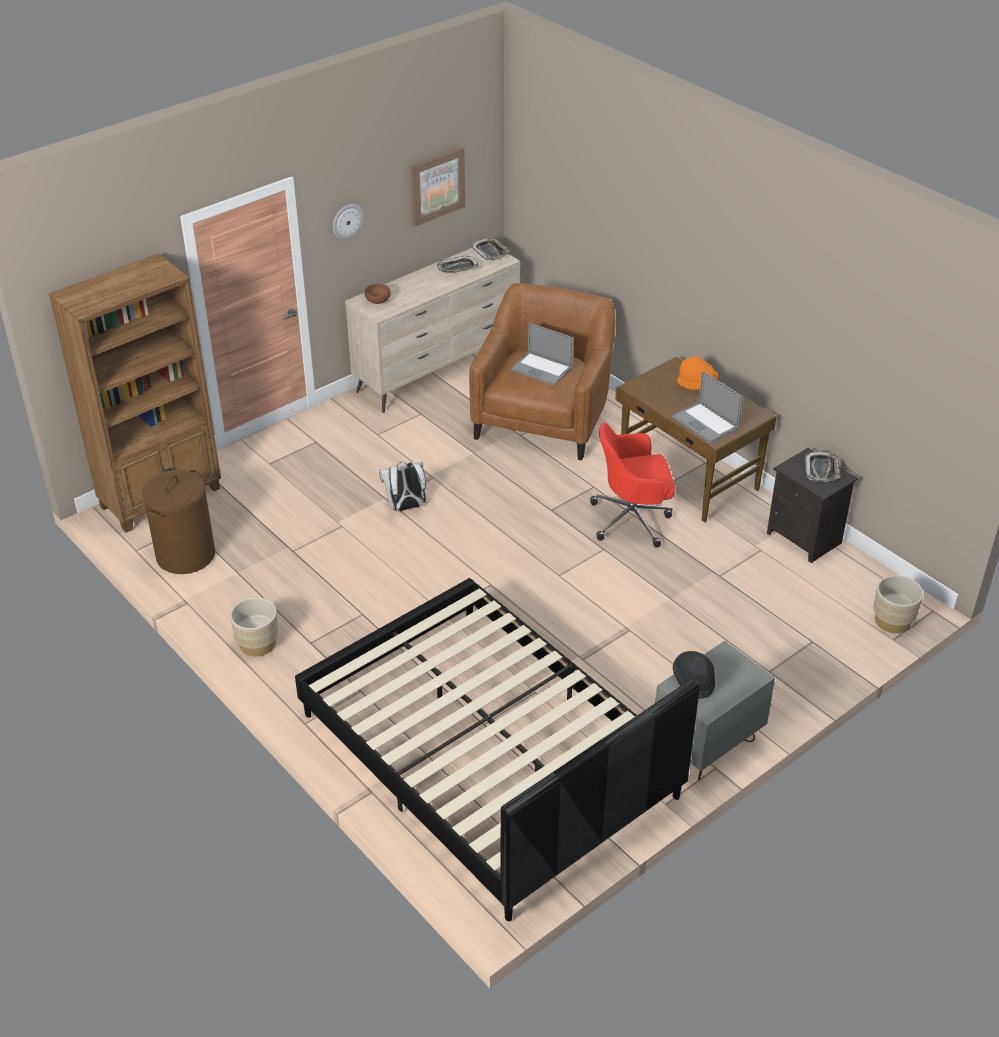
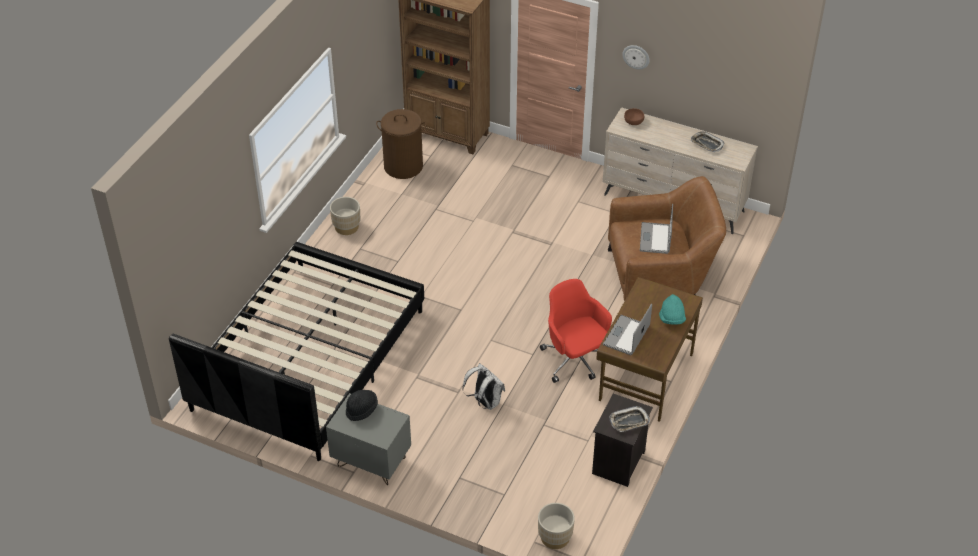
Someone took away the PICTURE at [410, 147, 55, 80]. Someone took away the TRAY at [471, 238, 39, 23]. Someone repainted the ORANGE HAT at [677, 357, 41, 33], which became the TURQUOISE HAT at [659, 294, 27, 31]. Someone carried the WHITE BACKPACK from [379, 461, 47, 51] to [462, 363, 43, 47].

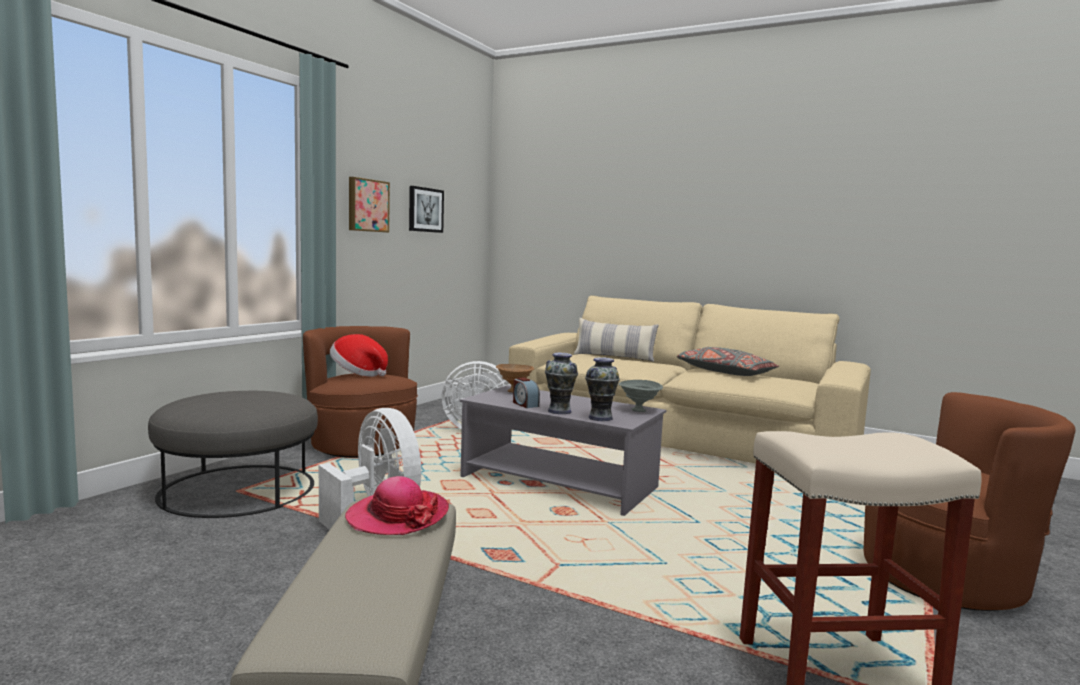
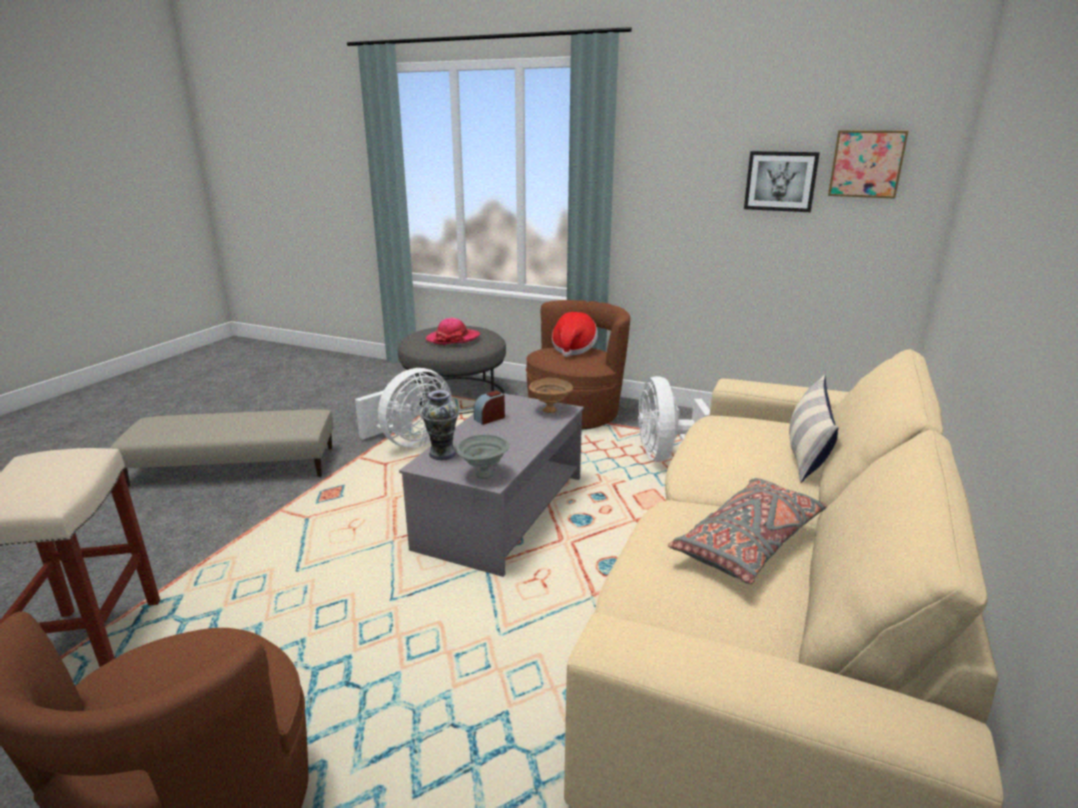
Someone carried the PICTURE from [349, 177, 41, 56] to [828, 130, 80, 69]. Someone took away the VASE at [545, 353, 33, 61]. Someone carried the HAT from [345, 476, 104, 59] to [426, 318, 54, 27].

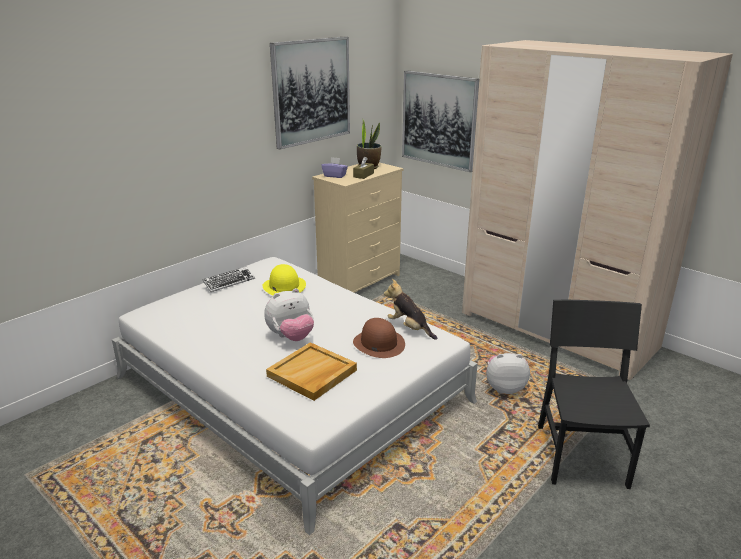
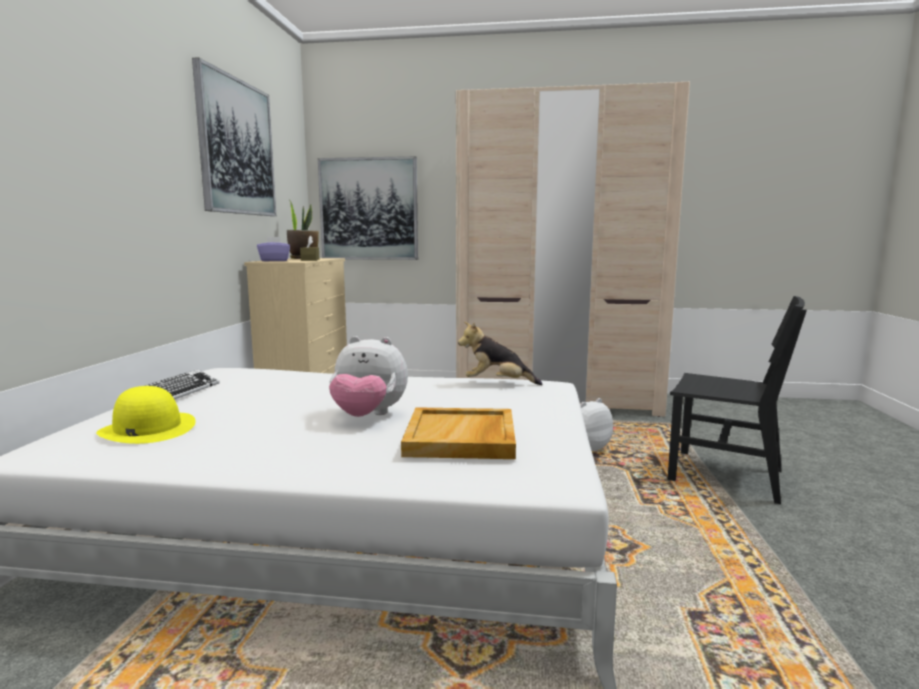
Someone carried the YELLOW HAT from [262, 264, 44, 31] to [96, 386, 100, 58]. Someone rotated the PLUSH TOY at [264, 288, 50, 53] by 75 degrees clockwise. Someone rotated the BLACK CHAIR at [538, 300, 112, 189] by 150 degrees clockwise. Someone took away the BROWN HAT at [353, 318, 52, 40].

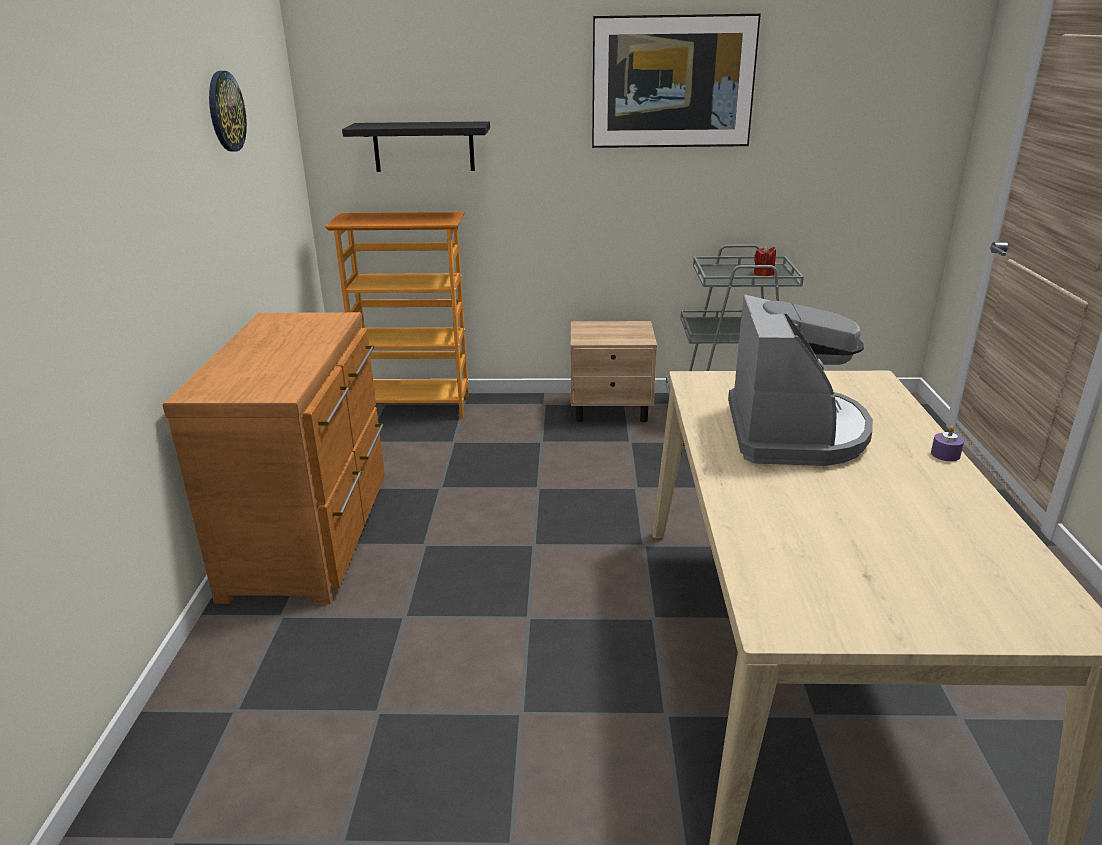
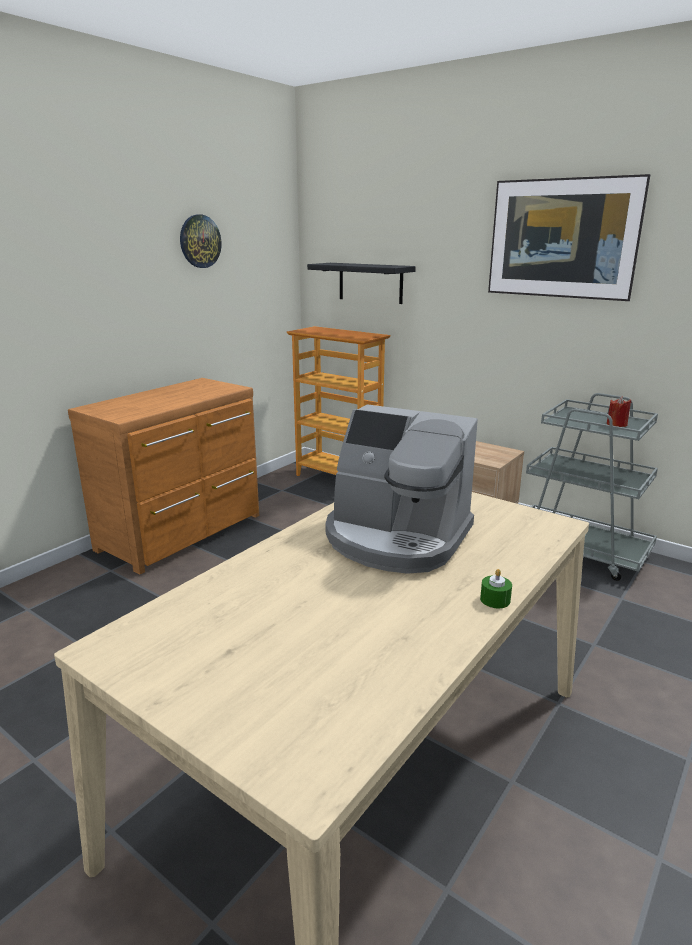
Someone rotated the COFFEE MACHINE at [728, 295, 145, 171] by 75 degrees clockwise. Someone repainted the PURPLE CANDLE at [931, 426, 33, 35], which became the GREEN CANDLE at [480, 569, 32, 39].

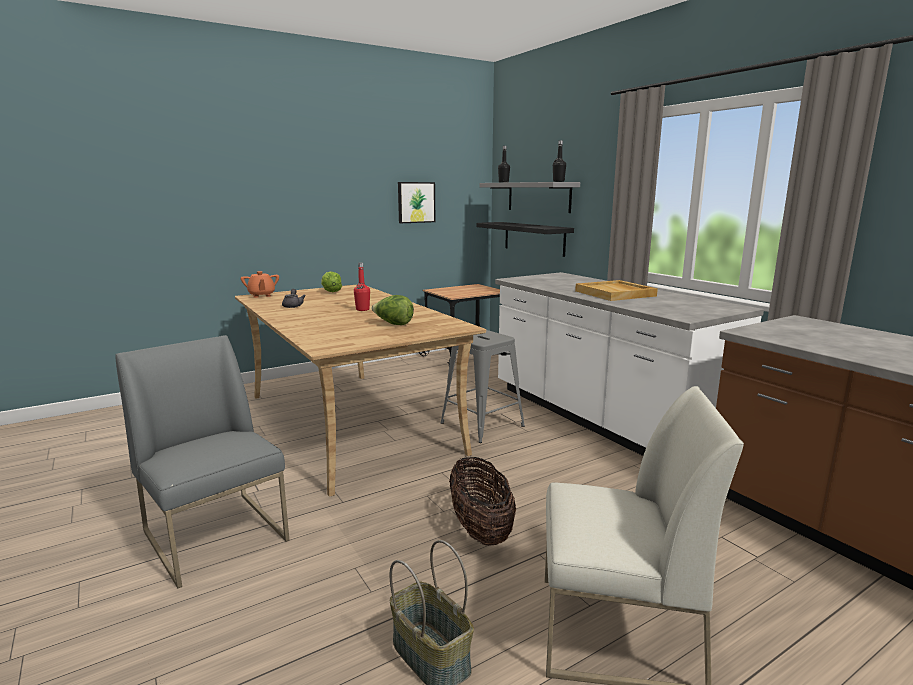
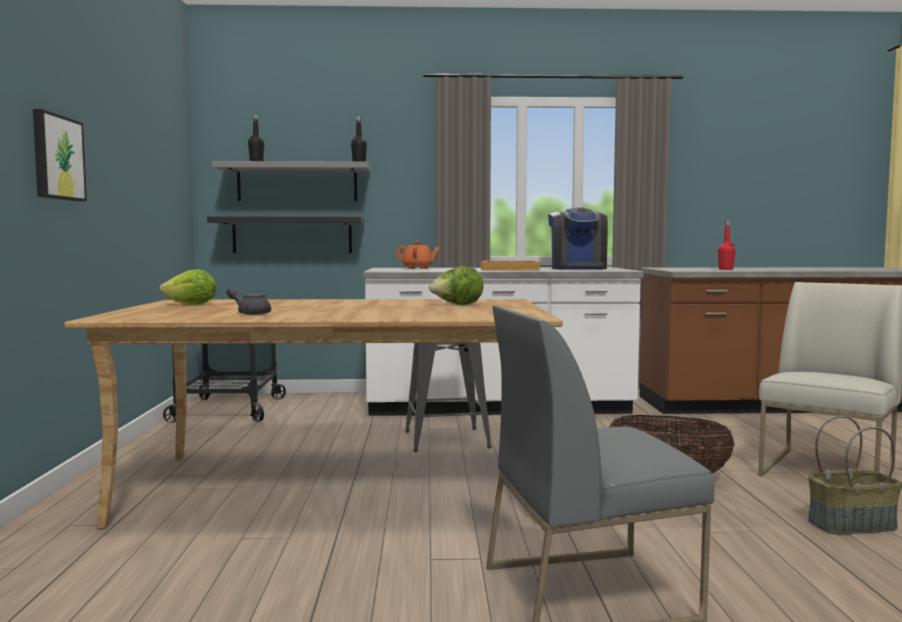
Someone carried the PICTURE from [398, 182, 37, 41] to [33, 109, 54, 92]. Someone carried the RED BOTTLE from [354, 262, 16, 49] to [718, 221, 18, 49]. Someone carried the ORANGE TEAPOT from [241, 271, 38, 27] to [396, 241, 44, 28]. Someone put down the COFFEE MACHINE at [548, 207, 60, 62].

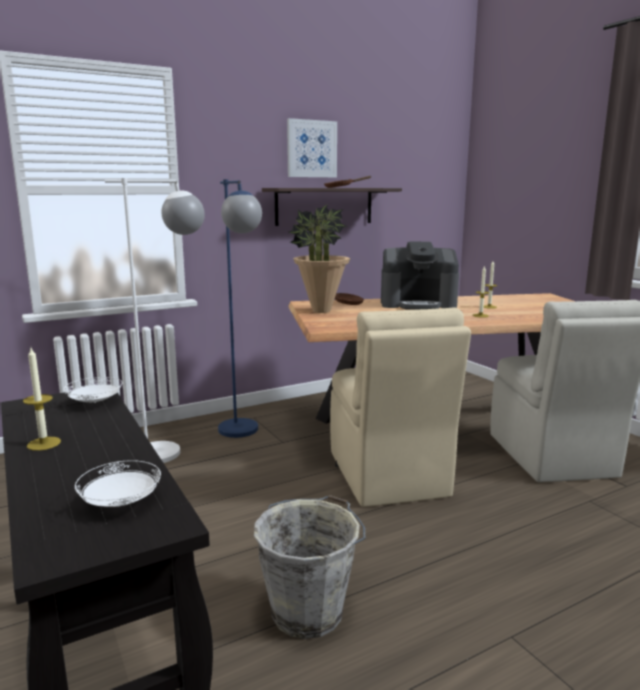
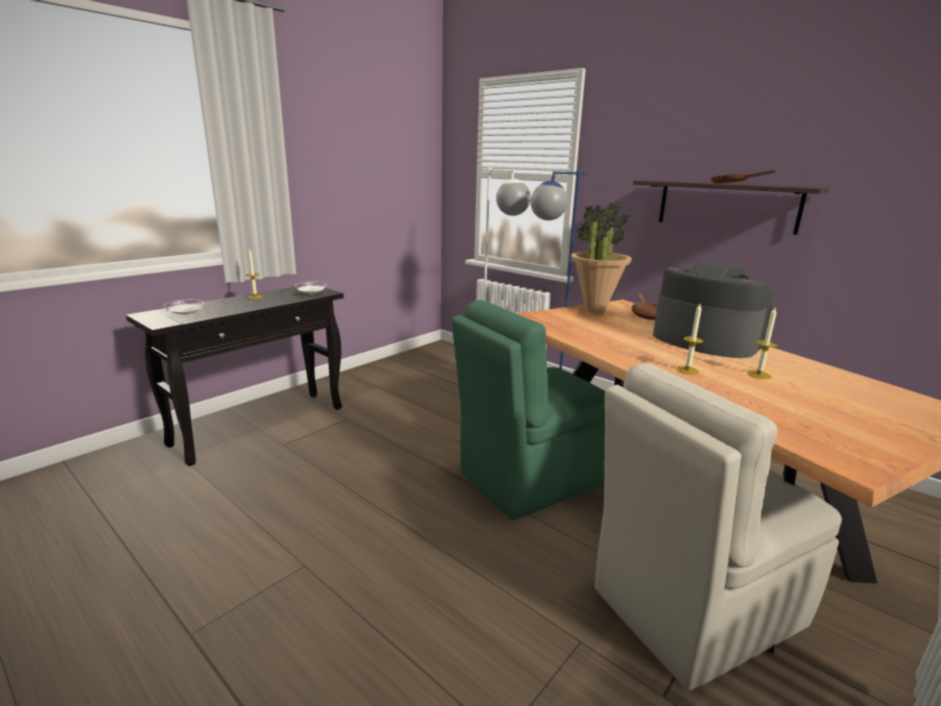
Someone took away the PICTURE at [287, 118, 50, 60]. Someone rotated the COFFEE MACHINE at [381, 242, 78, 68] by 150 degrees clockwise. Someone repainted the BEIGE CHAIR at [330, 308, 141, 199], which became the GREEN CHAIR at [451, 300, 154, 220]. Someone took away the GREY BUCKET at [254, 495, 111, 144].

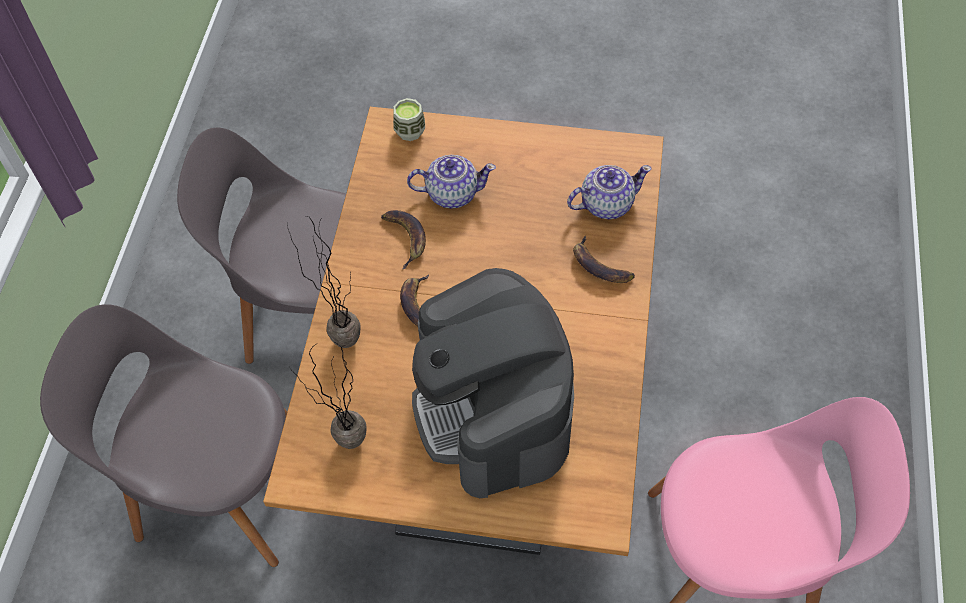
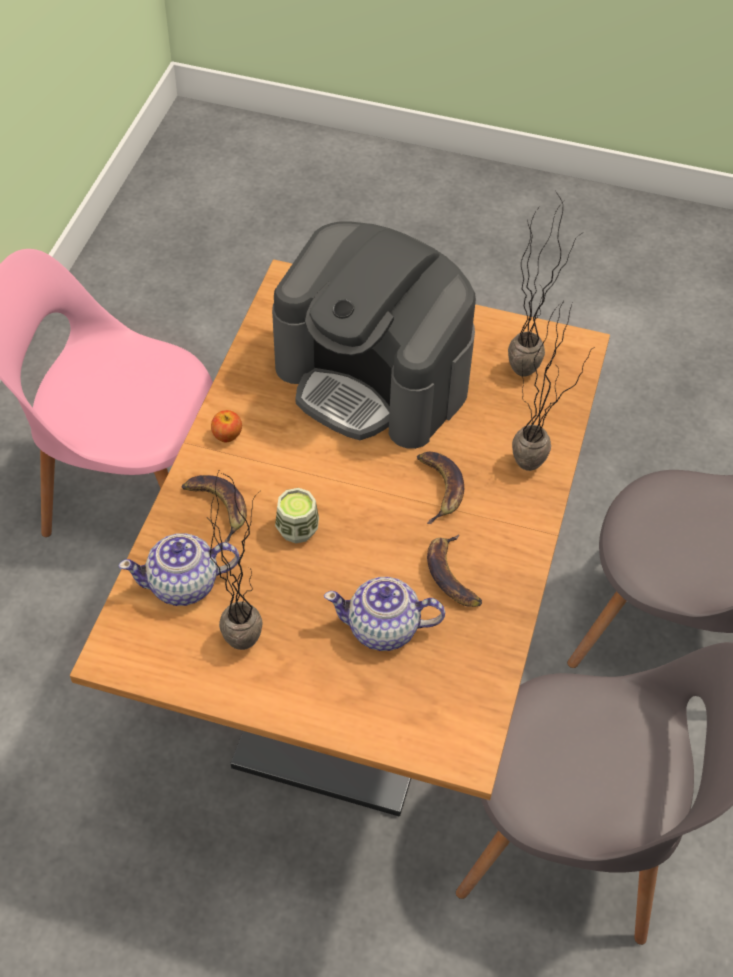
Someone carried the CUP from [393, 98, 32, 43] to [275, 488, 44, 55]. Someone rotated the COFFEE MACHINE at [412, 268, 162, 230] by 135 degrees clockwise. Someone put down the APPLE at [211, 410, 31, 32]. Someone put down the POTTED PLANT at [208, 469, 55, 181].

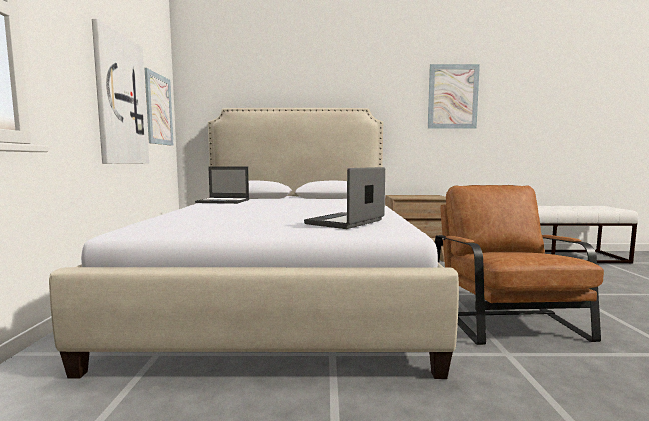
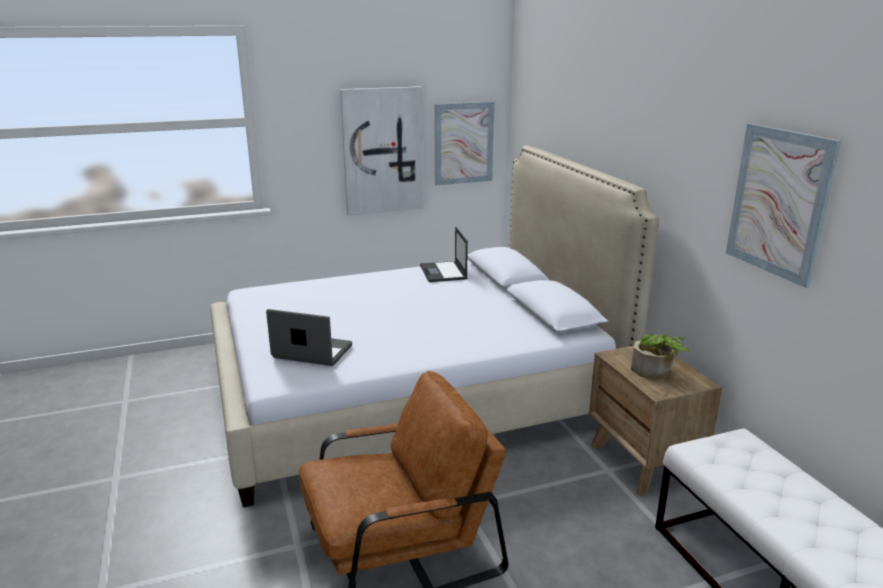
Someone put down the POTTED PLANT at [631, 334, 59, 45].

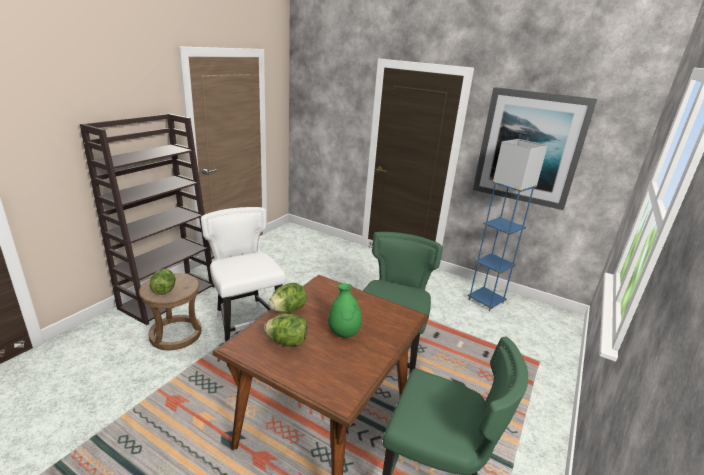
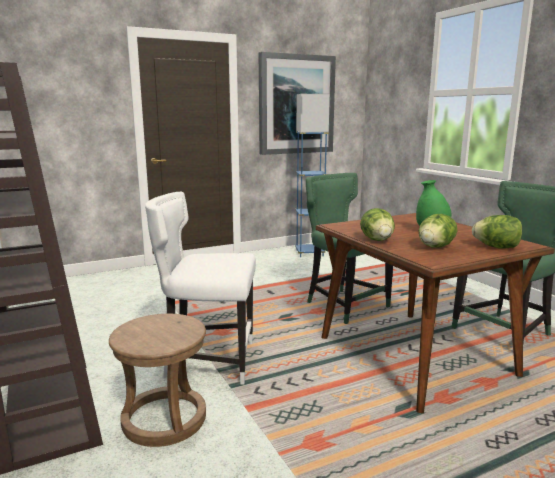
Someone carried the LETTUCE from [150, 269, 26, 26] to [472, 215, 50, 34].

